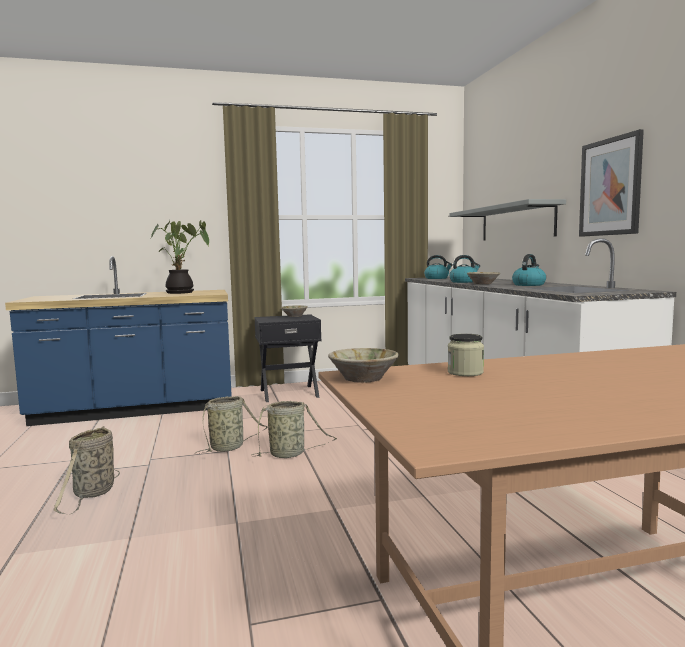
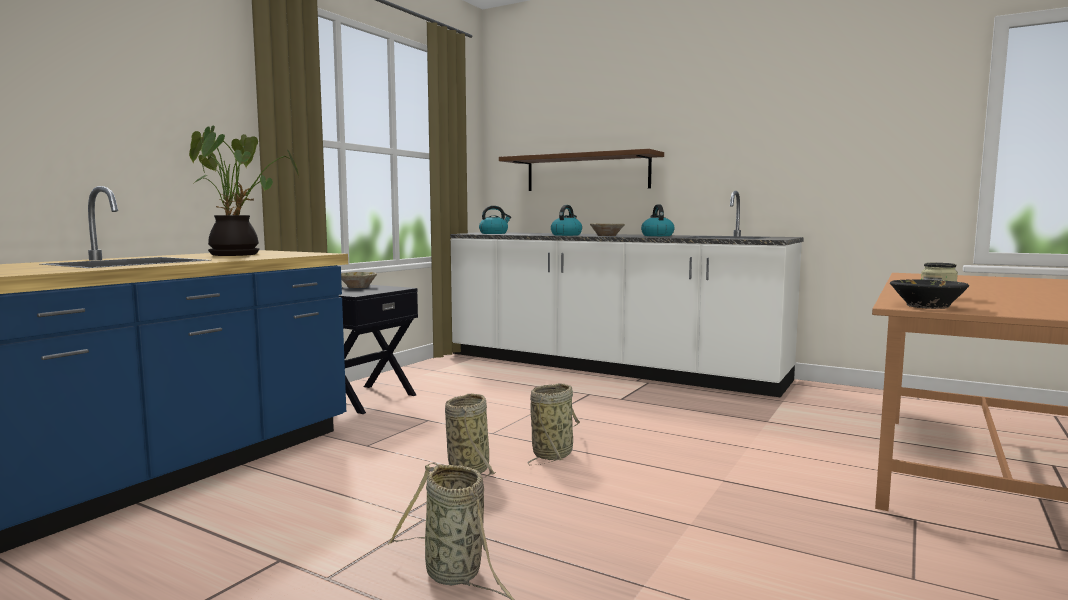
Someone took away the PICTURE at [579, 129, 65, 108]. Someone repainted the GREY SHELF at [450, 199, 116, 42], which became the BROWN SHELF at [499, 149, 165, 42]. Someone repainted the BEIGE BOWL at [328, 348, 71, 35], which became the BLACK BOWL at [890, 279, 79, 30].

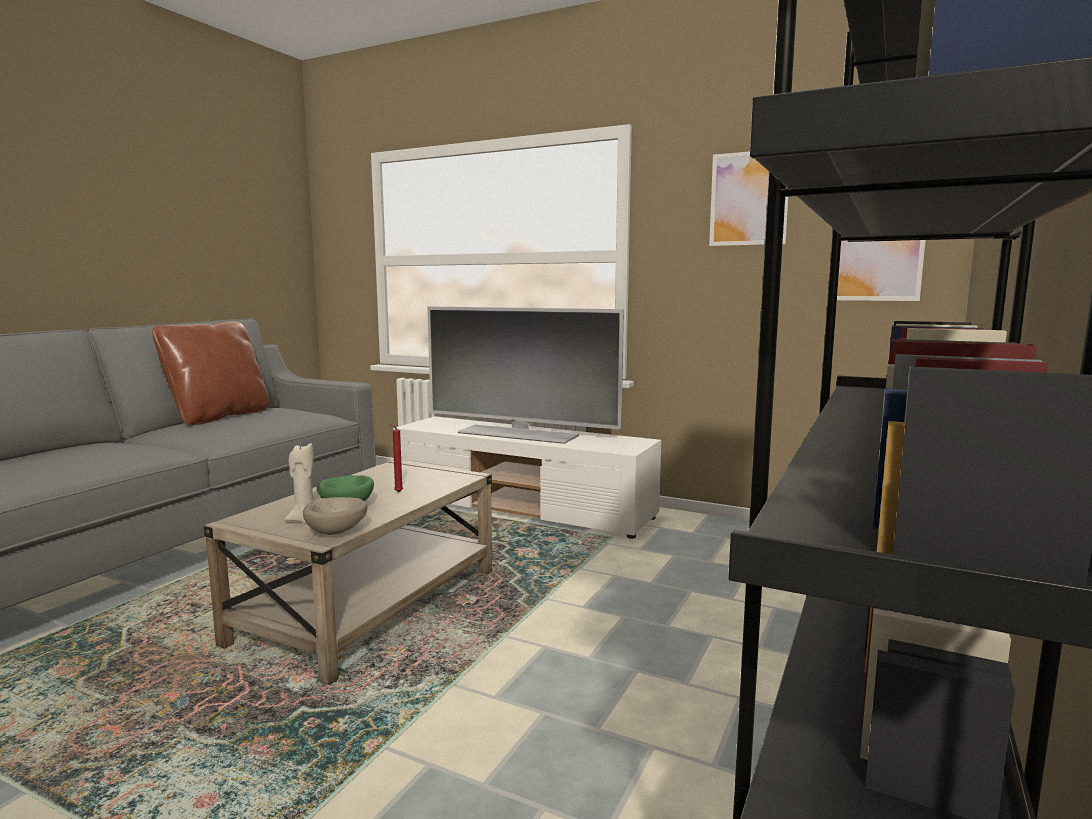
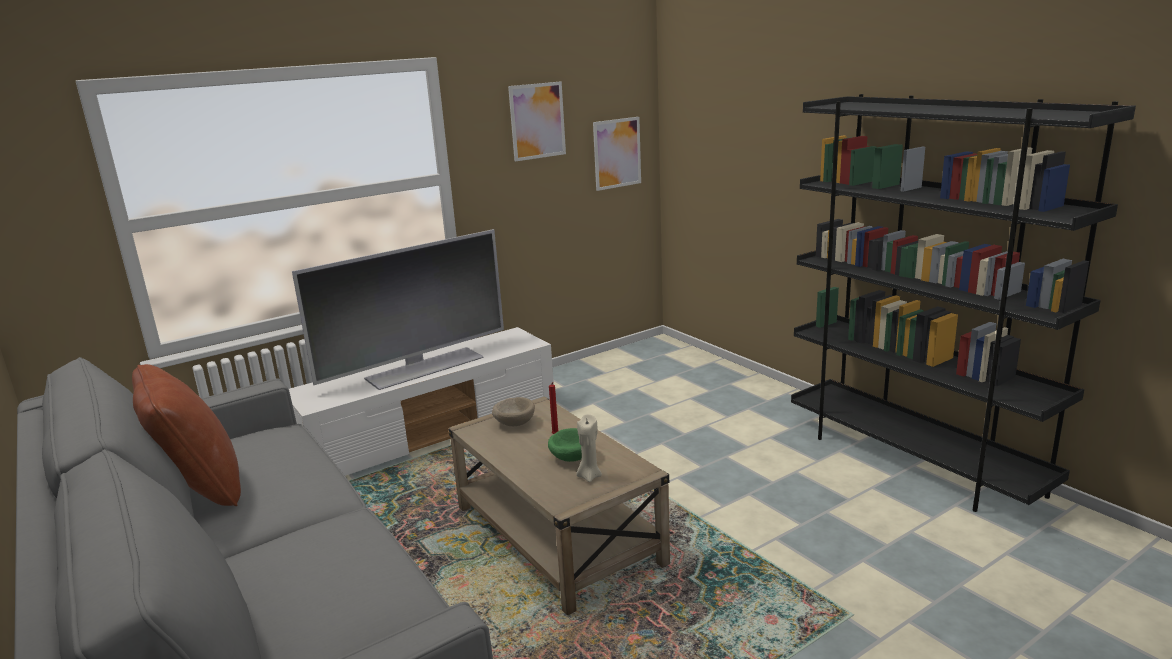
Someone carried the BEIGE BOWL from [303, 497, 65, 38] to [492, 397, 43, 29].

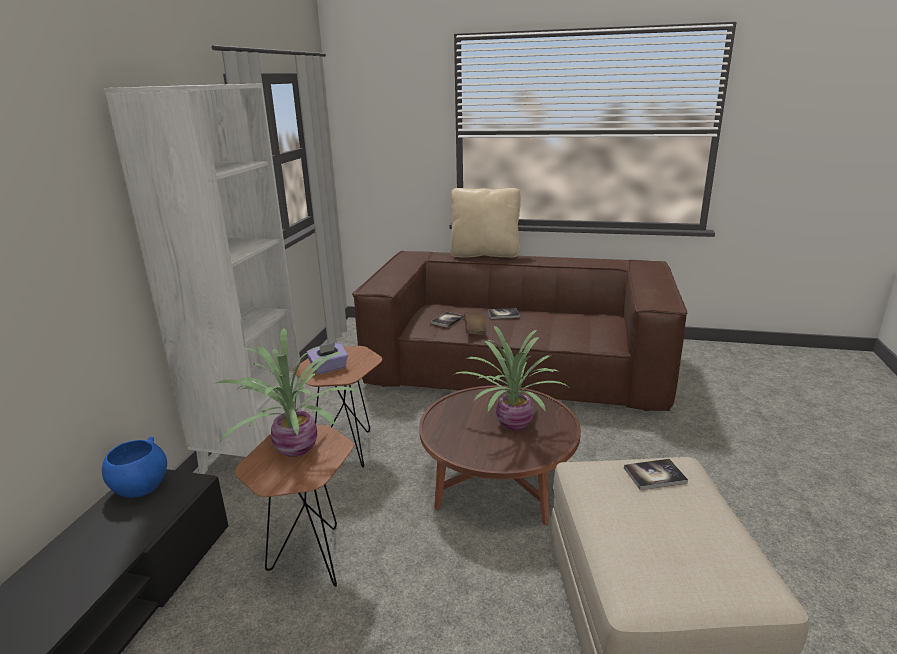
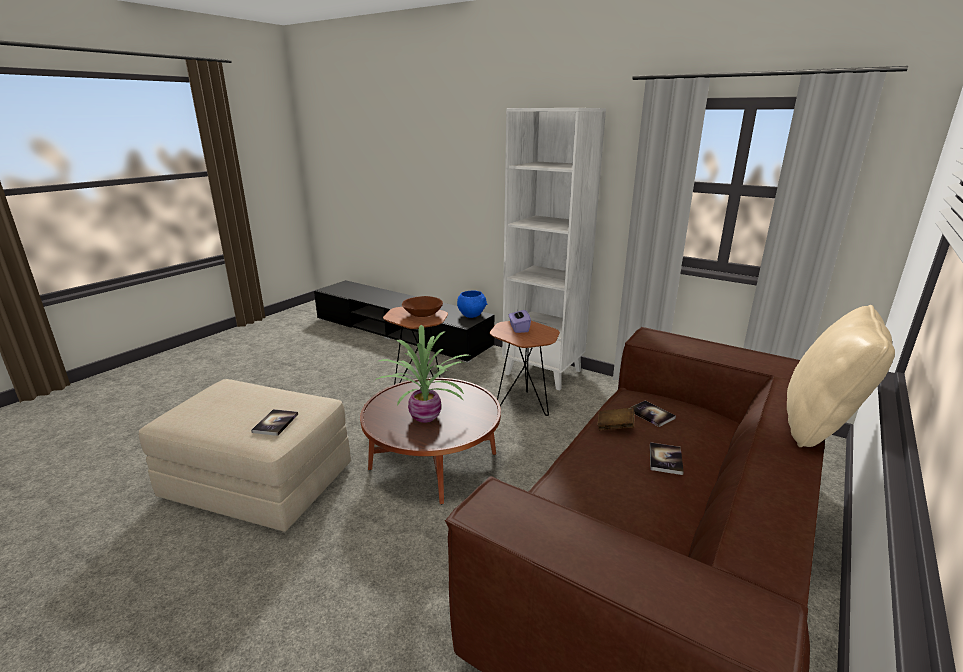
Someone swapped the POTTED PLANT at [216, 329, 144, 128] for the BROWN BOWL at [402, 296, 41, 21].

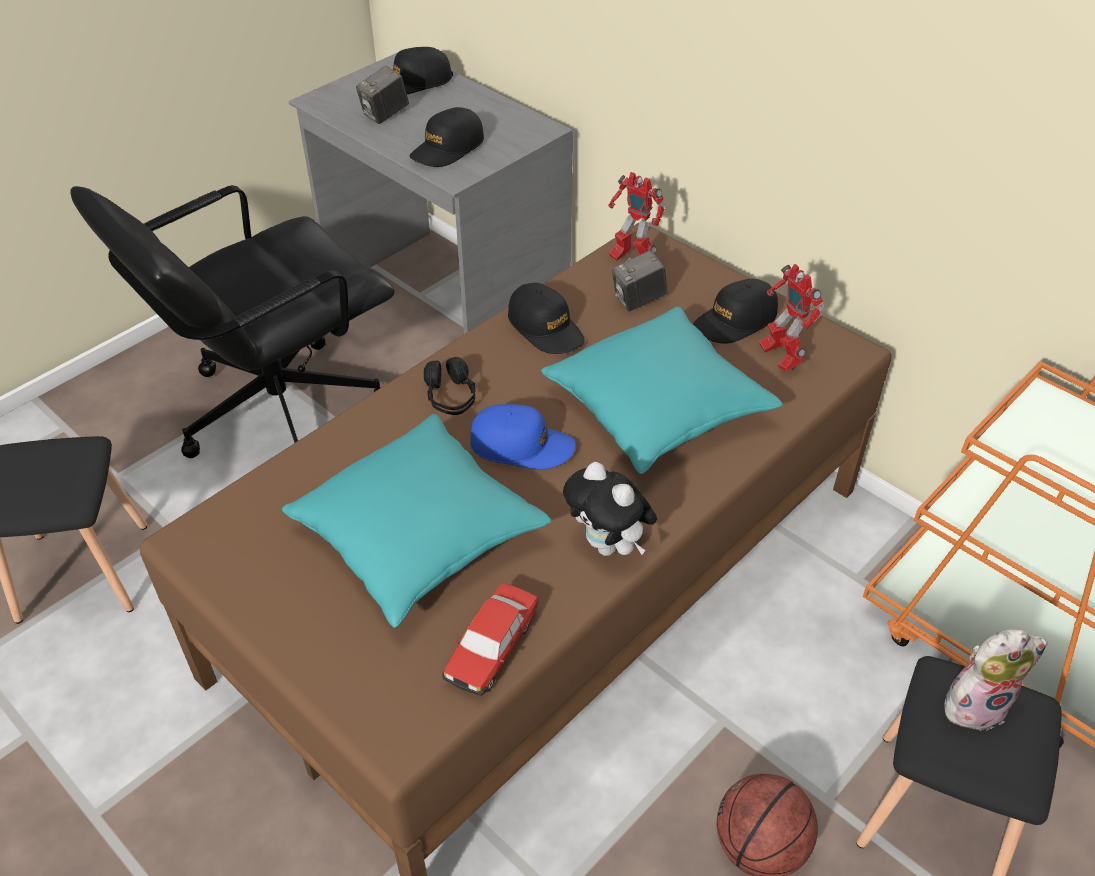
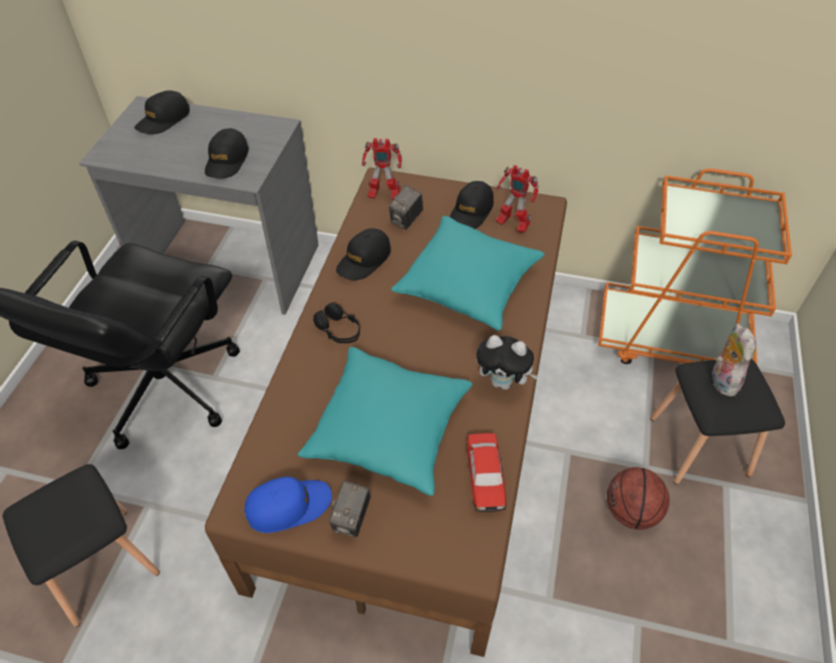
Someone carried the PHOTO CAMERA from [356, 66, 53, 58] to [329, 481, 42, 56]. Someone rotated the BLACK CAP at [508, 283, 77, 71] by 105 degrees clockwise. Someone carried the BLUE CAP from [470, 404, 106, 66] to [244, 477, 88, 56]. Someone rotated the PLUSH TOY at [944, 629, 104, 102] by 45 degrees counterclockwise.

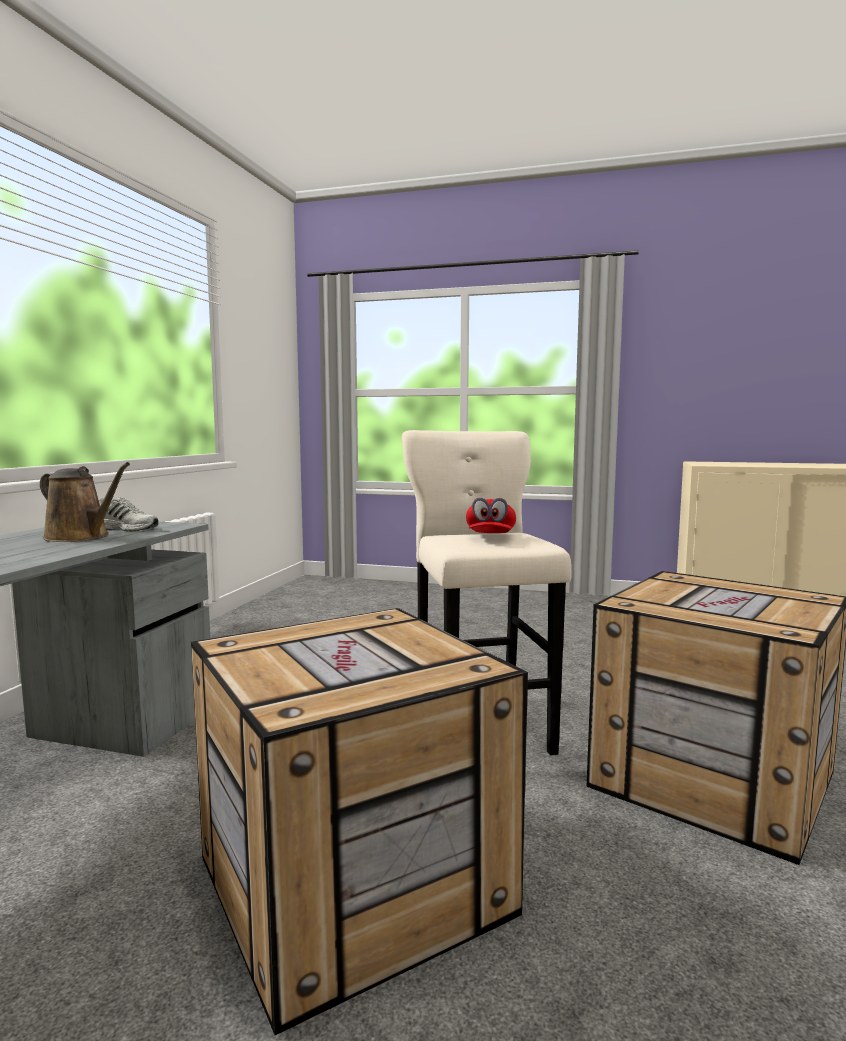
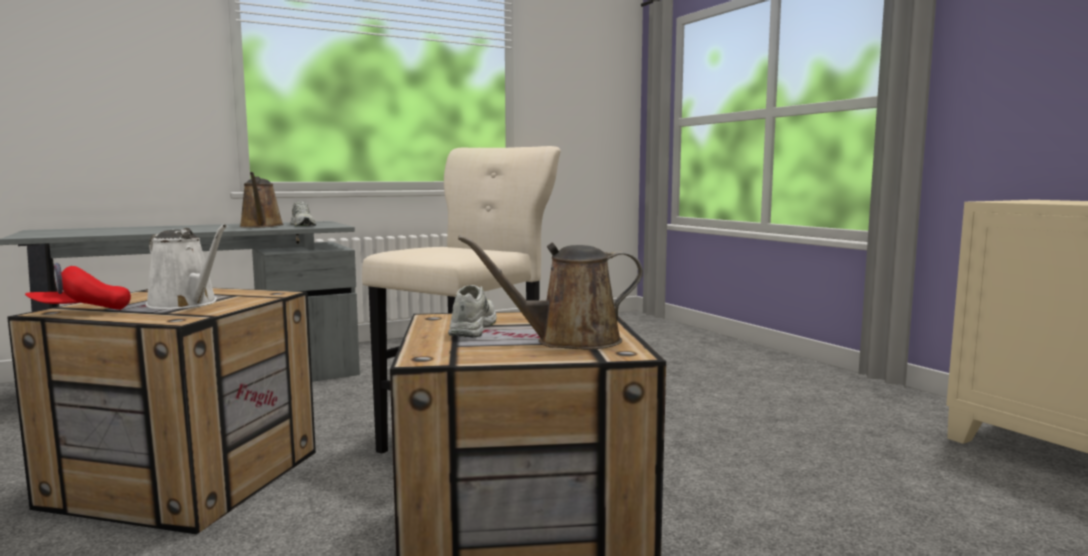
Someone carried the RED CAP from [466, 497, 50, 36] to [25, 263, 106, 47]. Someone put down the WHITE WATERING CAN at [145, 224, 82, 85]. Someone put down the BROWN WATERING CAN at [458, 235, 185, 115]. Someone put down the WHITE SHOE at [448, 285, 49, 53].

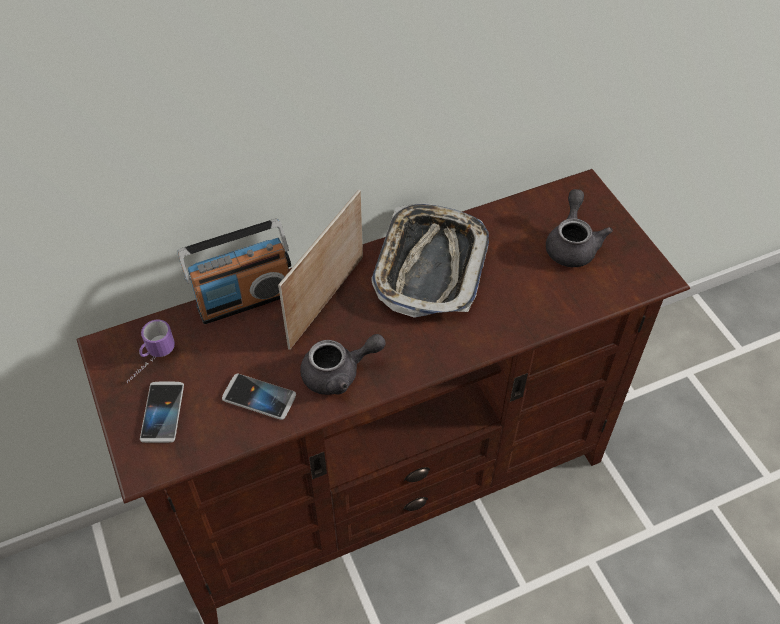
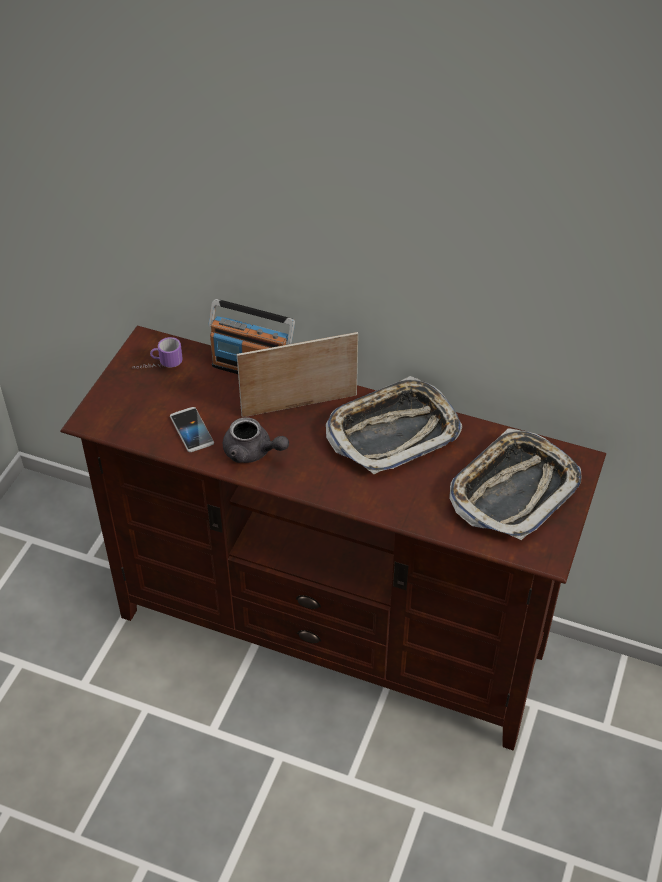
Someone swapped the GREY TEAPOT at [546, 189, 67, 78] for the TRAY at [449, 428, 132, 112]. Someone took away the PHONE at [140, 382, 44, 61].

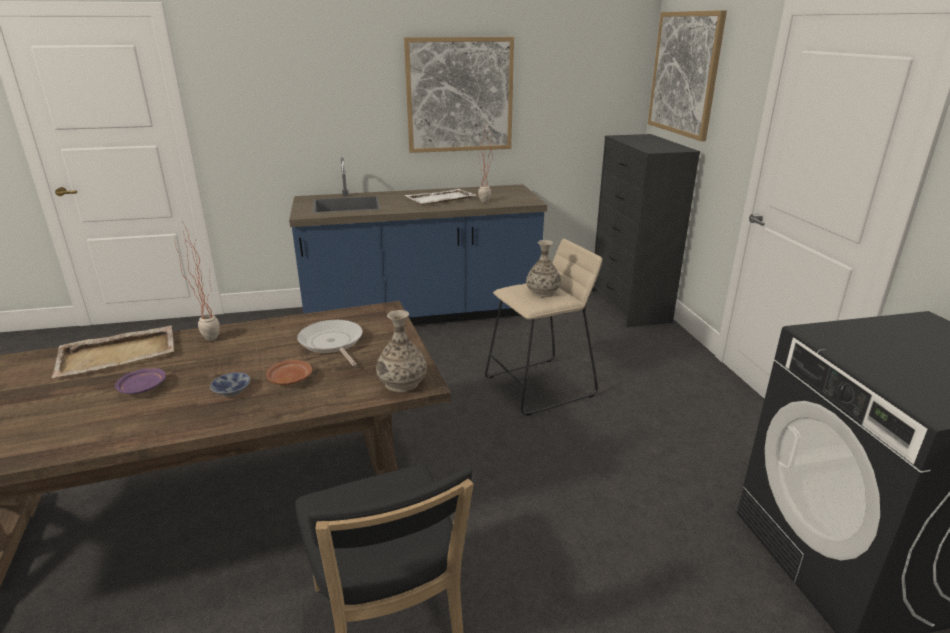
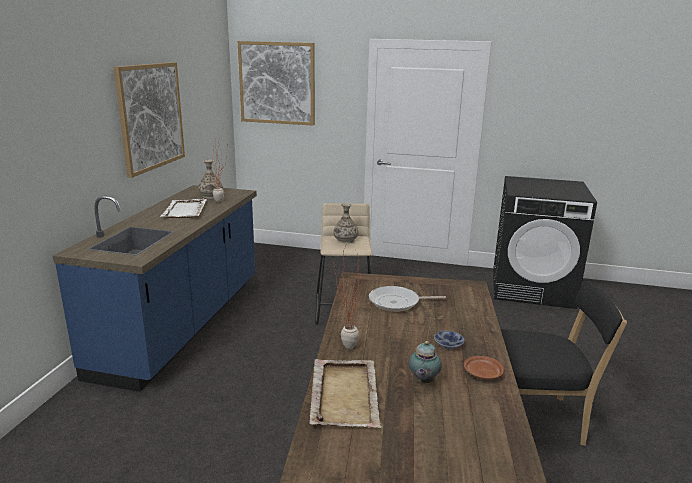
Someone took away the BLACK DRESSER at [592, 134, 108, 193]. Someone carried the VASE from [376, 310, 51, 82] to [198, 159, 25, 40]. Someone carried the BROWN PLATE from [266, 360, 46, 25] to [464, 356, 40, 24]. Someone swapped the PURPLE PLATE at [115, 368, 51, 26] for the TEAPOT at [409, 341, 33, 42].

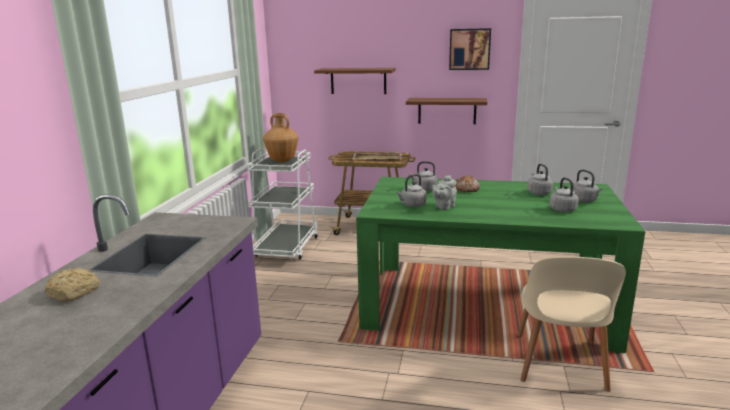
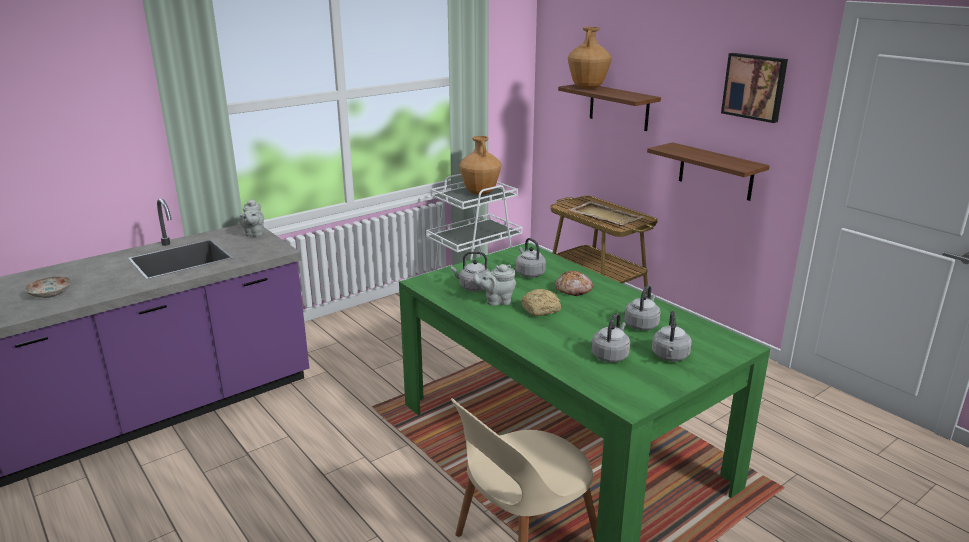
Someone carried the BREAD from [45, 268, 55, 34] to [521, 289, 40, 27]. Someone put down the BROWN VASE at [568, 27, 44, 62]. Someone put down the GREY TEAPOT at [239, 198, 25, 39]. Someone put down the PLATE at [24, 276, 47, 22].

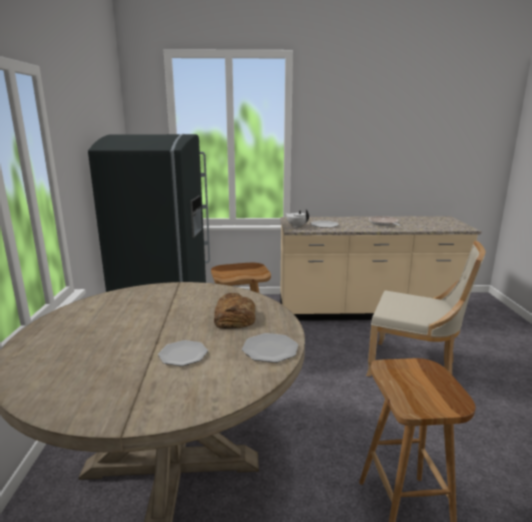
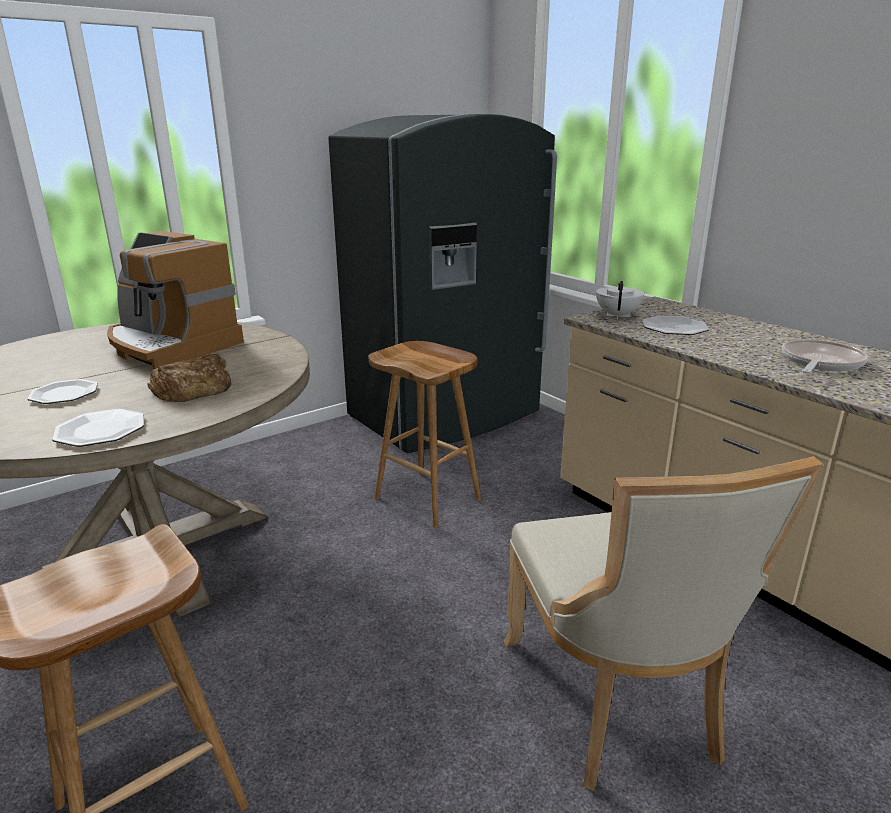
Someone put down the COFFEE MACHINE at [107, 231, 137, 139].

